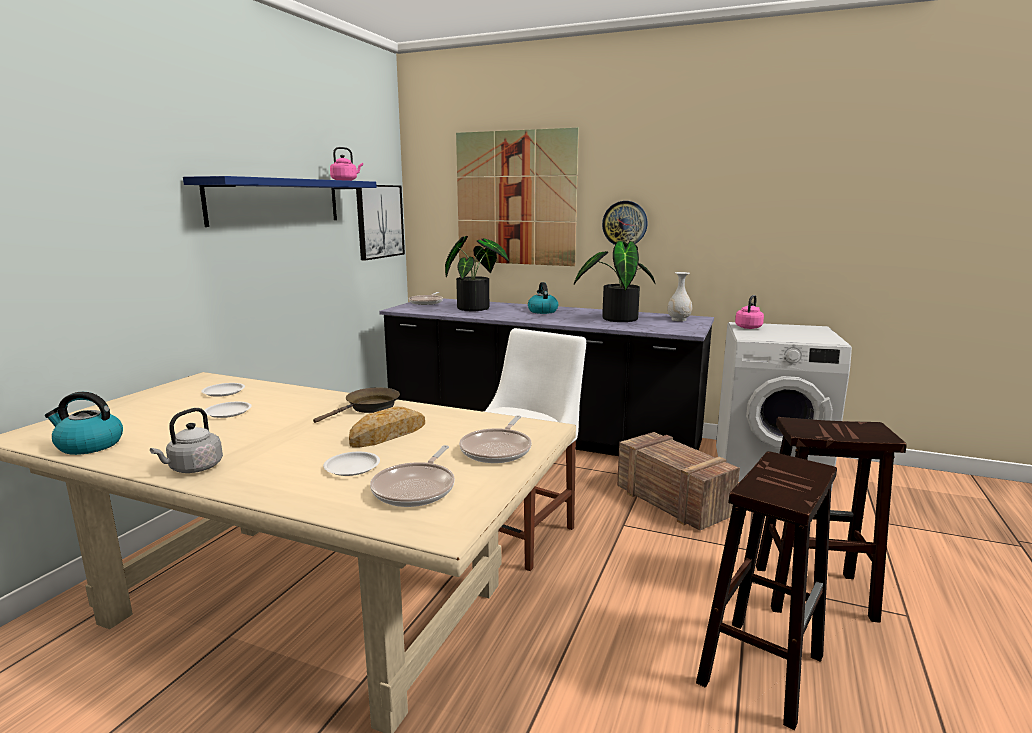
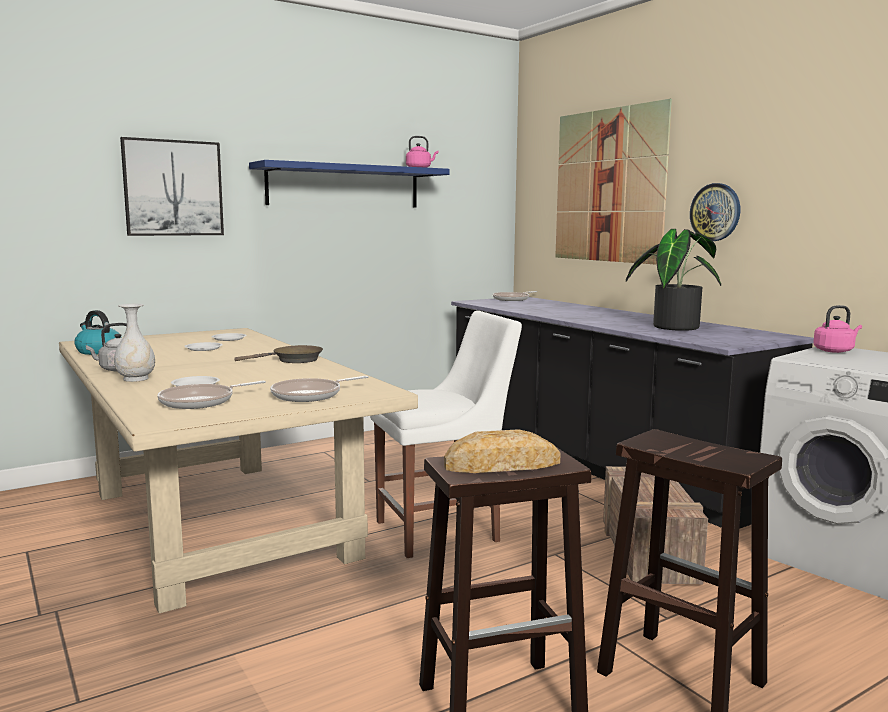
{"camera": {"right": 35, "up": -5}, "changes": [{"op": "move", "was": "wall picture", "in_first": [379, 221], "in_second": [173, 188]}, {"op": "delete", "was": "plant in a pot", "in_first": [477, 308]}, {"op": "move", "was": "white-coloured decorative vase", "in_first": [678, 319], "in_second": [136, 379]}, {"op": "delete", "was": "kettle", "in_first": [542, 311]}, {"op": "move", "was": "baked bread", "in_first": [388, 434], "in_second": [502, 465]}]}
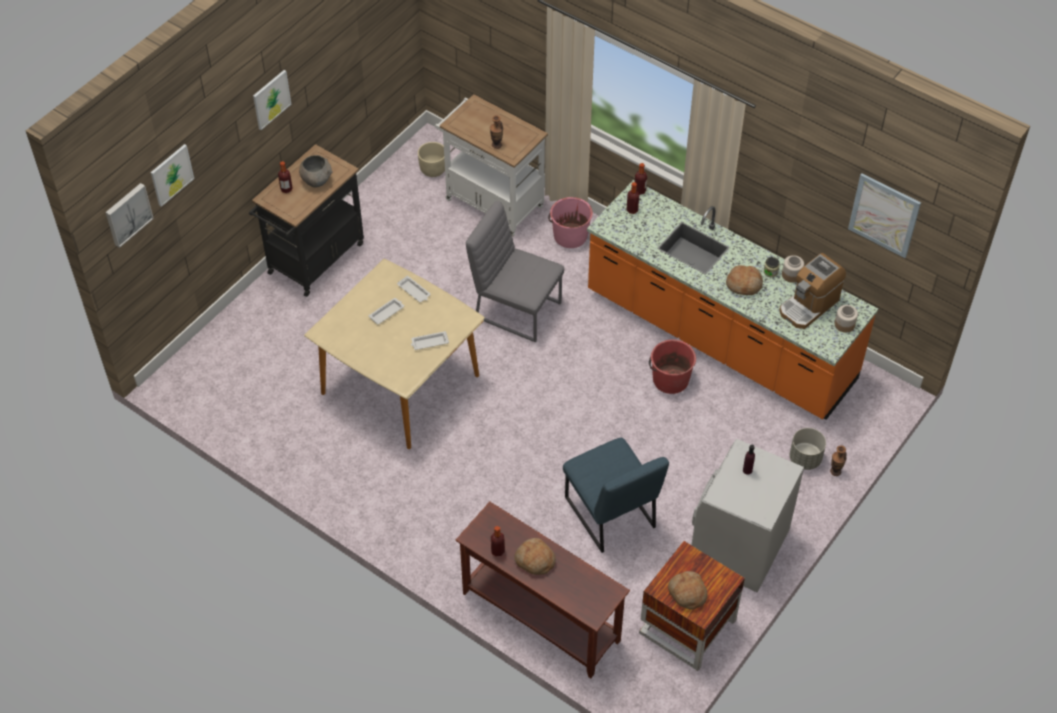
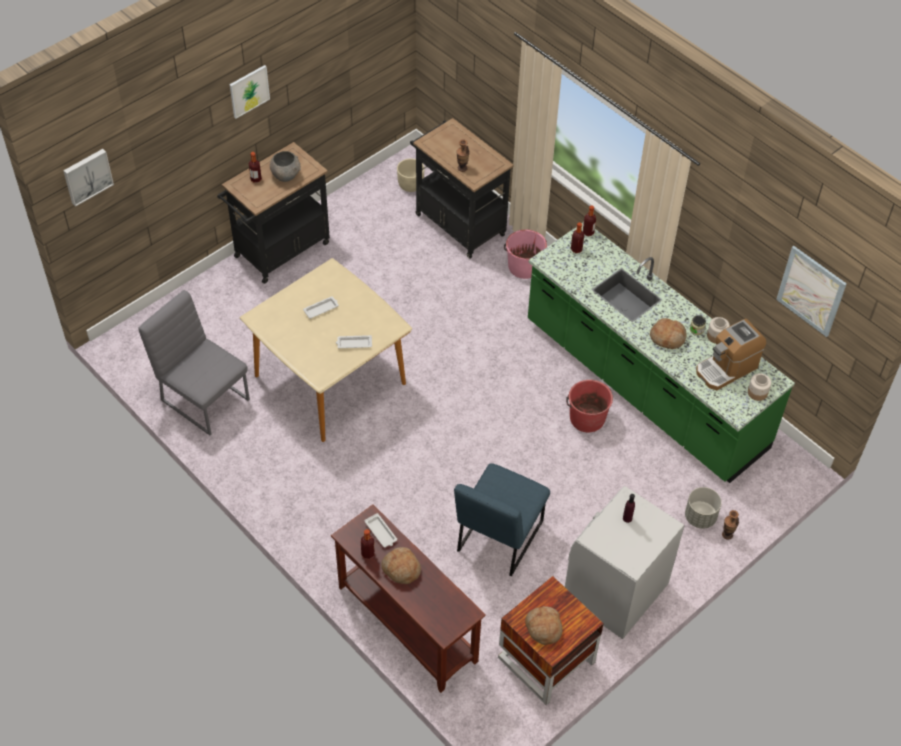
{"camera": {"right": 10, "up": 0}, "changes": [{"op": "recolor", "was": "white-coloured trolley", "now": "blackish trolley", "in_first": [492, 202], "in_second": [458, 224]}, {"op": "delete", "was": "wall picture", "in_first": [171, 174]}, {"op": "recolor", "was": "orange kitchen base unit", "now": "green kitchen base unit", "in_first": [719, 337], "in_second": [644, 386]}, {"op": "move", "was": "greyish upright chair", "in_first": [516, 308], "in_second": [203, 398]}, {"op": "move", "was": "white-coloured tray", "in_first": [414, 291], "in_second": [381, 532]}, {"op": "rotate", "was": "blue-coloured upright chair", "in_first": [610, 514], "in_second": [498, 537], "clockwise": 45}]}
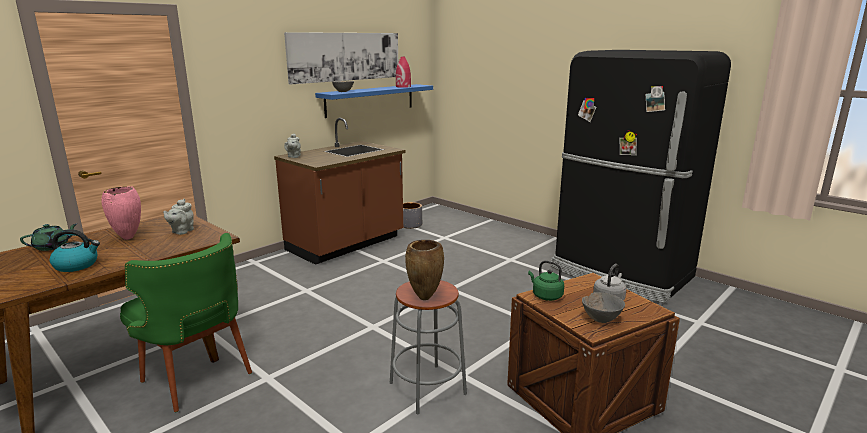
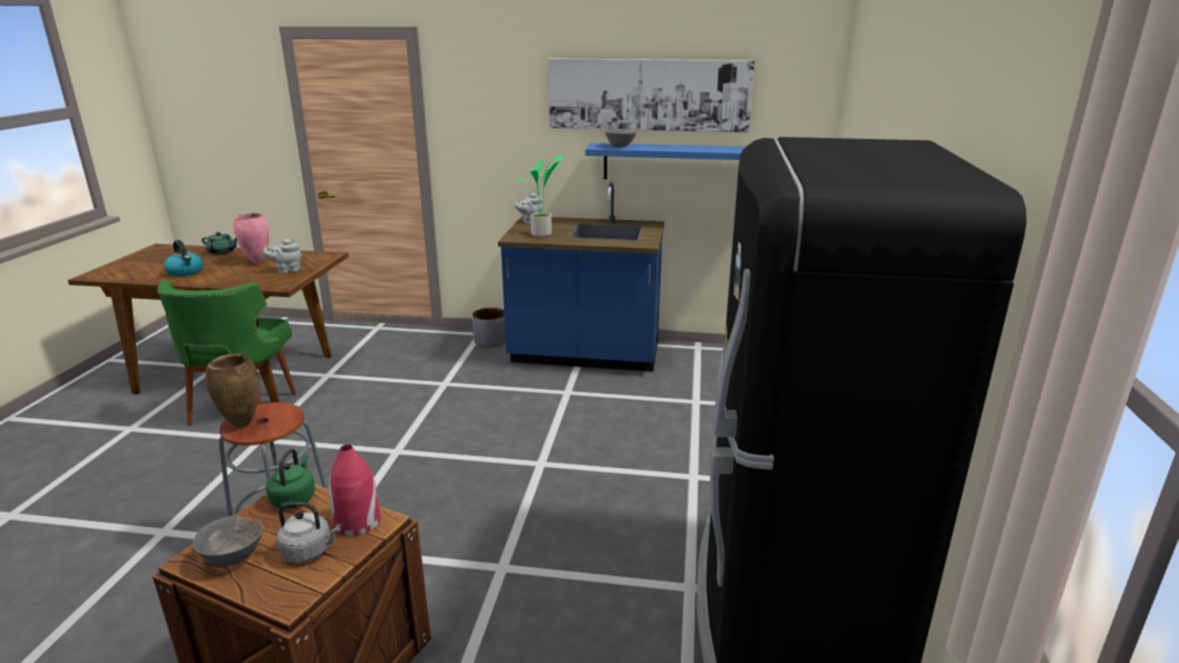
{"camera": {"right": 55, "up": 5}, "changes": [{"op": "move", "was": "red decorative vase", "in_first": [403, 86], "in_second": [357, 522]}, {"op": "recolor", "was": "brown-coloured kitchen base unit", "now": "blue-coloured kitchen base unit", "in_first": [346, 244], "in_second": [585, 354]}, {"op": "move", "was": "greyish planter", "in_first": [410, 225], "in_second": [491, 341]}, {"op": "insert", "now": "plant in a pot", "in_second": [542, 234]}]}
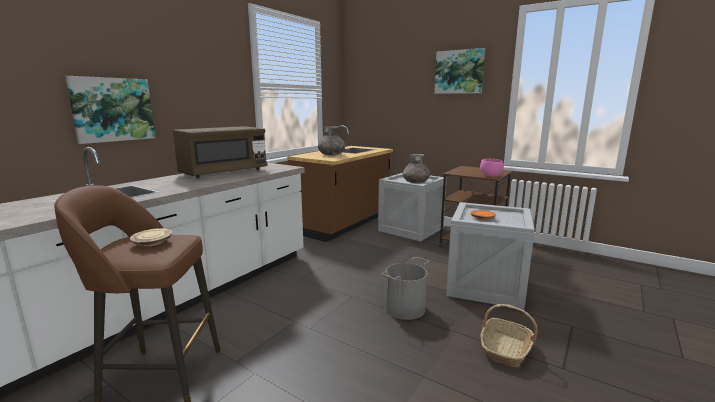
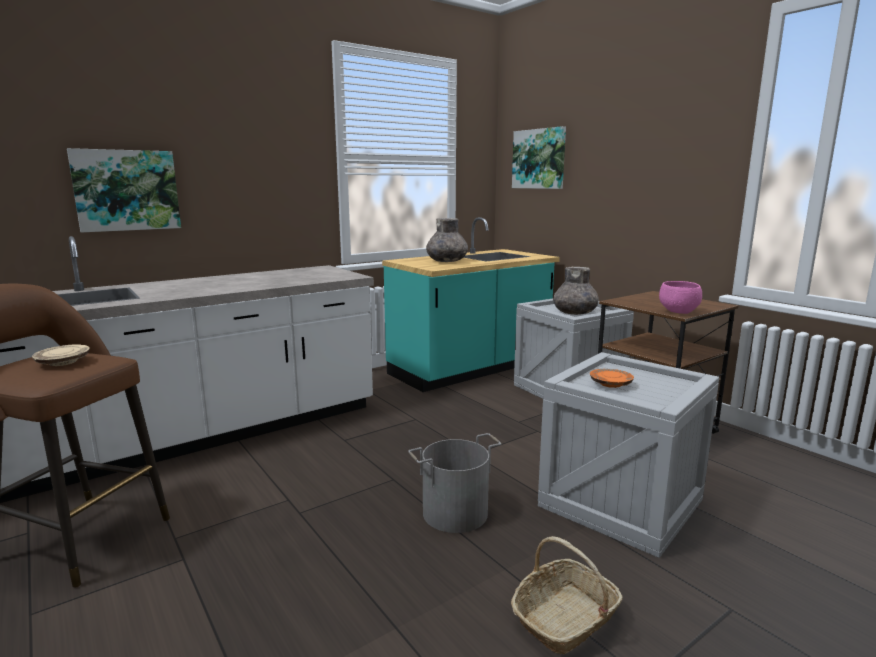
{"camera": {"right": 20, "up": 0}, "changes": [{"op": "move", "was": "wall picture", "in_first": [459, 72], "in_second": [539, 159]}, {"op": "recolor", "was": "brown-coloured kitchen base unit", "now": "blue-green kitchen base unit", "in_first": [344, 224], "in_second": [471, 369]}, {"op": "delete", "was": "brown-coloured kitchen microwave", "in_first": [224, 172]}]}
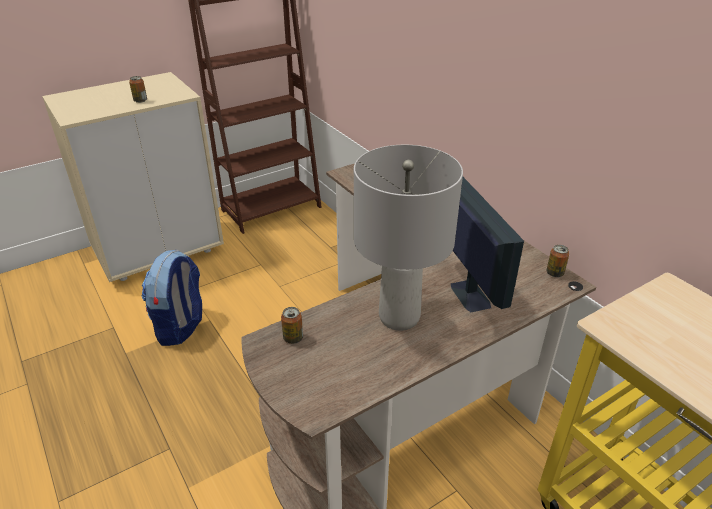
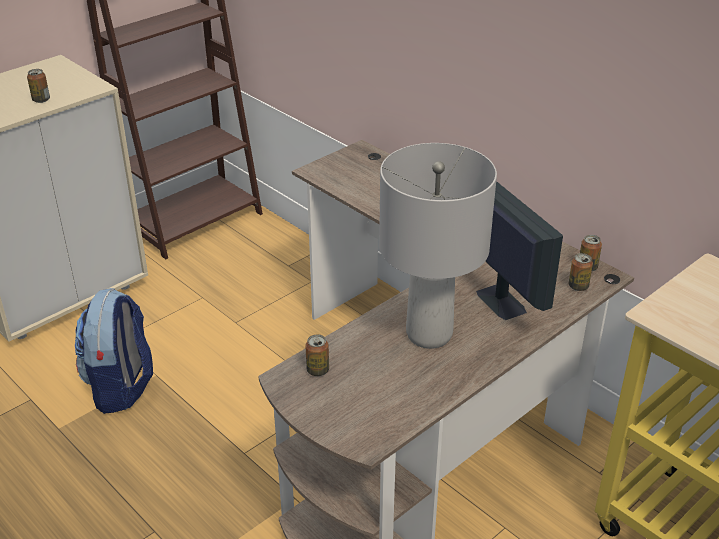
{"camera": {"right": -10, "up": 0}, "changes": [{"op": "insert", "now": "sealed can", "in_second": [578, 286]}]}
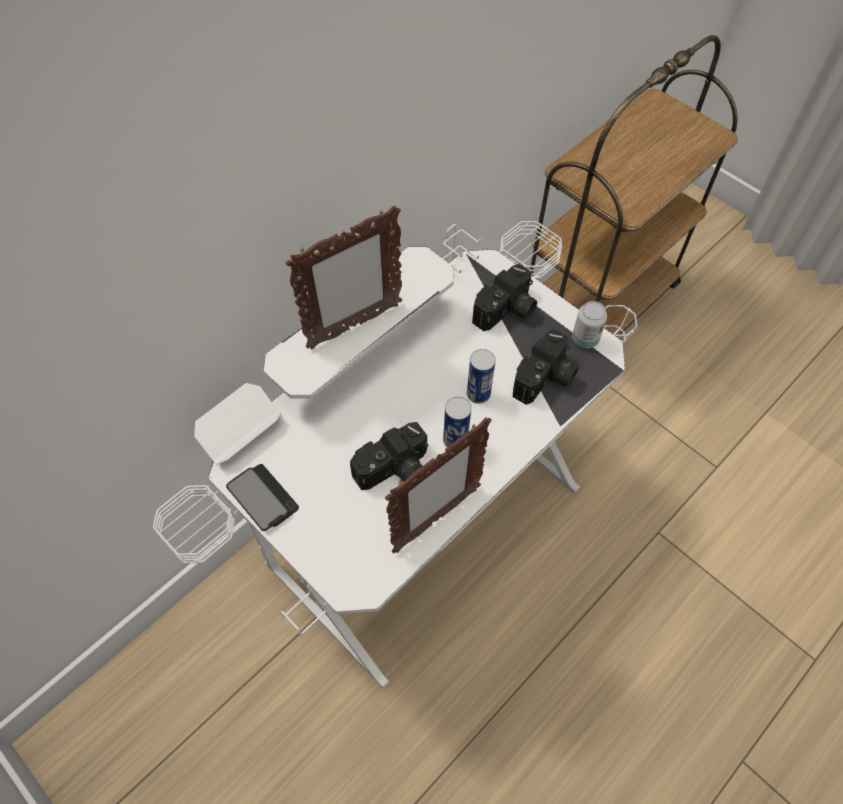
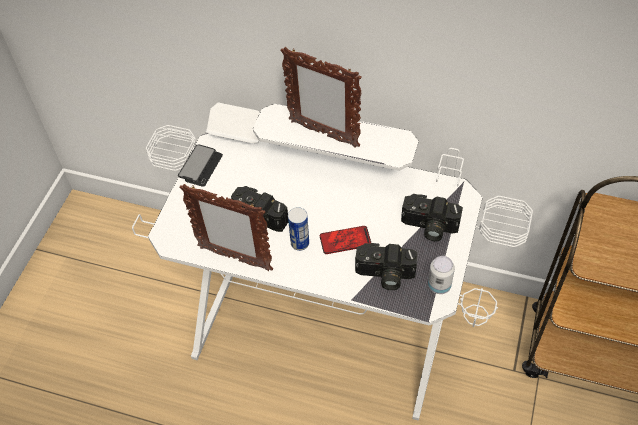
{"camera": {"right": 65, "up": -5}, "changes": [{"op": "replace", "was": "sealed can", "now": "handset", "in_first": [478, 394], "in_second": [345, 240]}]}
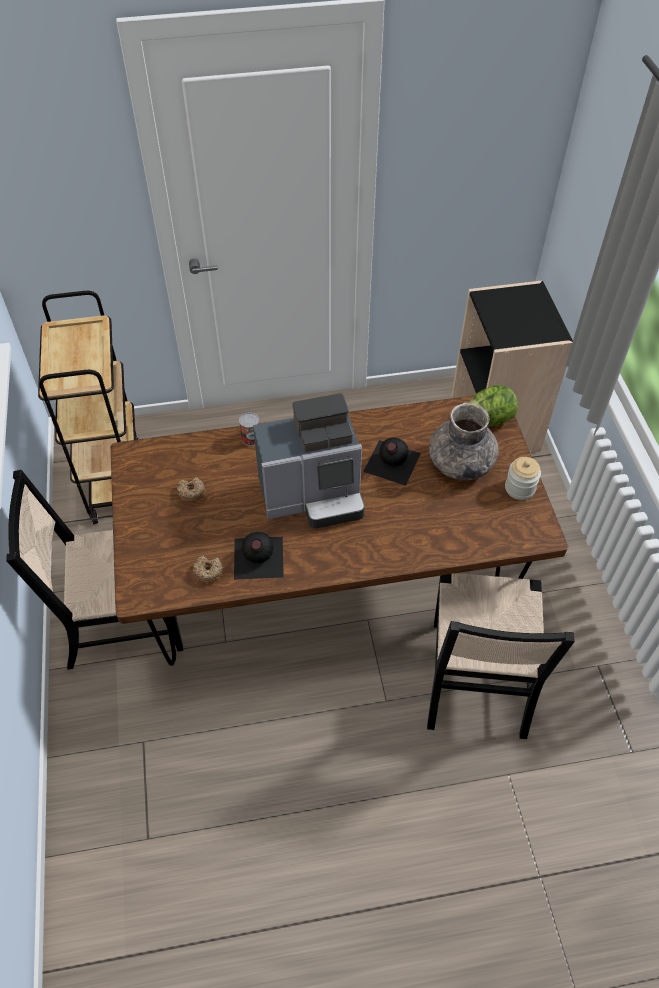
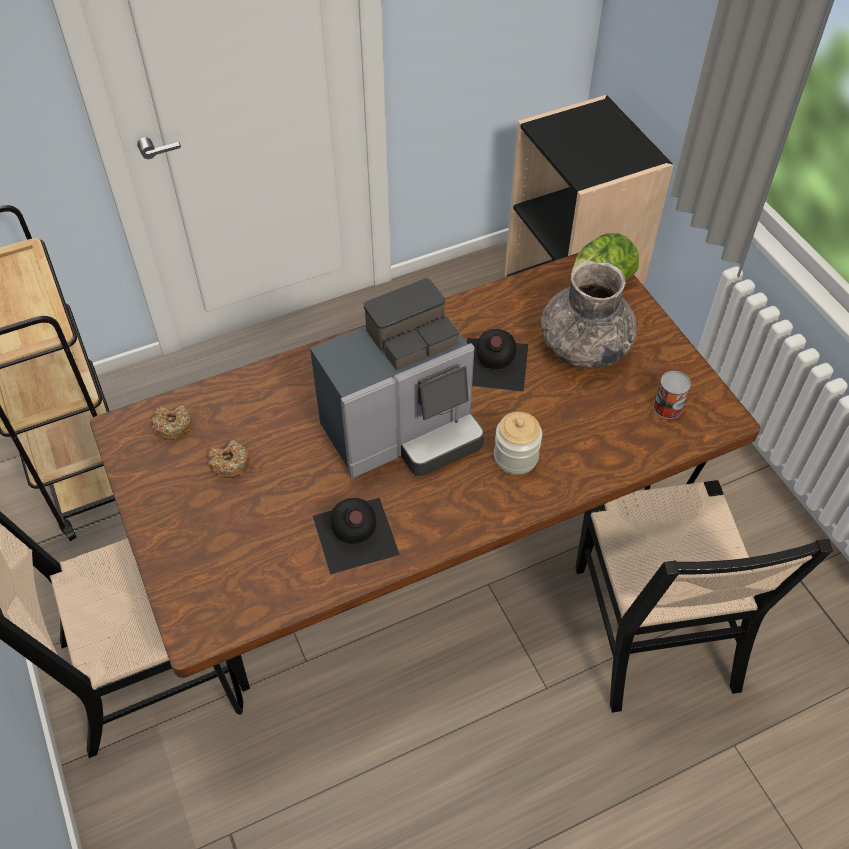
{"camera": {"right": -15, "up": 0}, "changes": [{"op": "move", "was": "sealed can", "in_first": [250, 438], "in_second": [667, 407]}, {"op": "move", "was": "jar", "in_first": [520, 488], "in_second": [516, 457]}, {"op": "move", "was": "donut", "in_first": [208, 572], "in_second": [173, 426]}]}
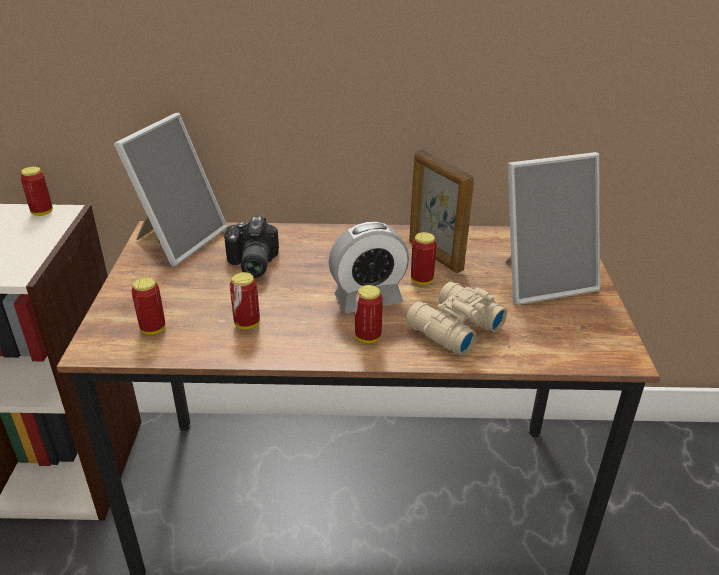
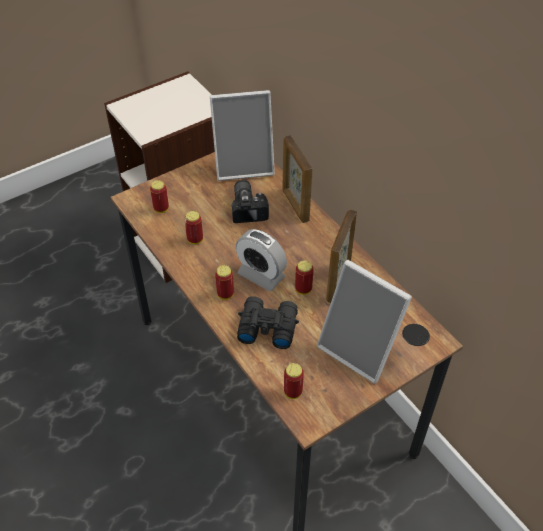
{"camera": {"right": 55, "up": 15}, "changes": [{"op": "move", "was": "sealed can", "in_first": [42, 212], "in_second": [293, 392]}, {"op": "rotate", "was": "photo camera", "in_first": [250, 264], "in_second": [249, 207], "clockwise": 120}, {"op": "recolor", "was": "beige binoculars", "now": "blackish binoculars", "in_first": [452, 328], "in_second": [266, 326]}, {"op": "insert", "now": "standing frame", "in_second": [295, 205]}]}
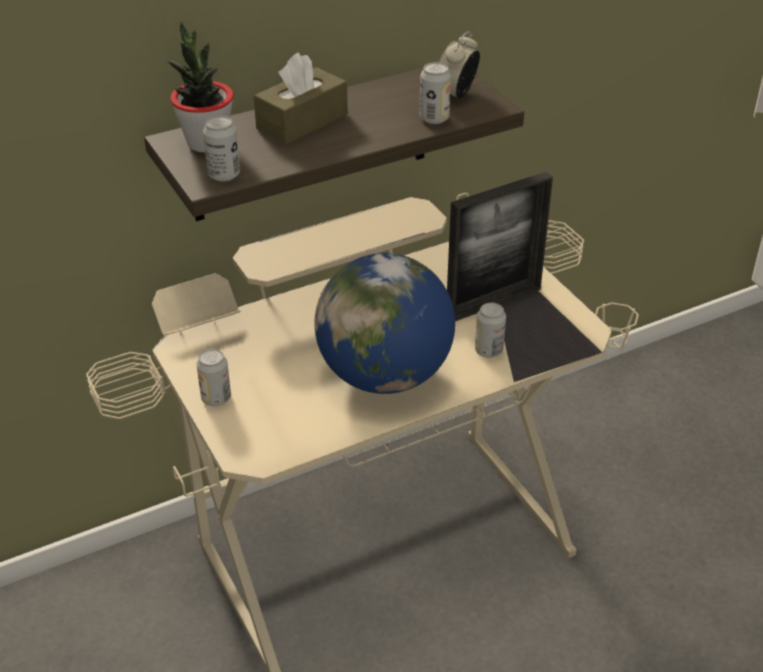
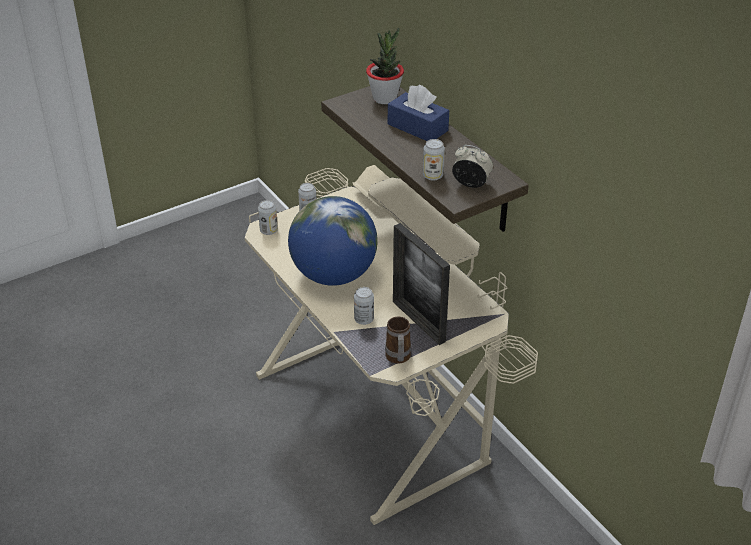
{"camera": {"right": 85, "up": 0}, "changes": [{"op": "recolor", "was": "brown-coloured tissue box", "now": "blue-coloured tissue box", "in_first": [302, 121], "in_second": [417, 127]}, {"op": "move", "was": "sealed can", "in_first": [224, 175], "in_second": [268, 231]}, {"op": "insert", "now": "tea mug", "in_second": [398, 359]}]}
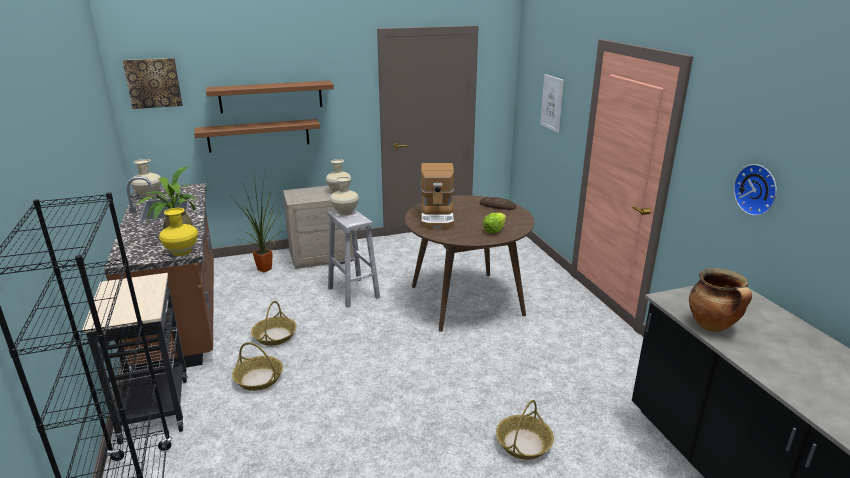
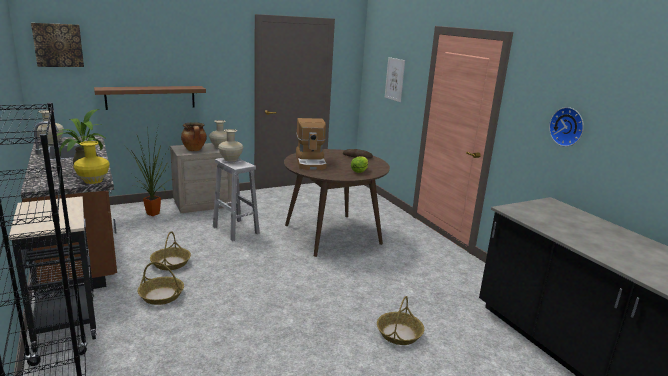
{"camera": {"right": -10, "up": -5}, "changes": [{"op": "delete", "was": "brown-coloured shelf", "in_first": [271, 96]}, {"op": "move", "was": "cooking pot", "in_first": [713, 326], "in_second": [194, 150]}]}
